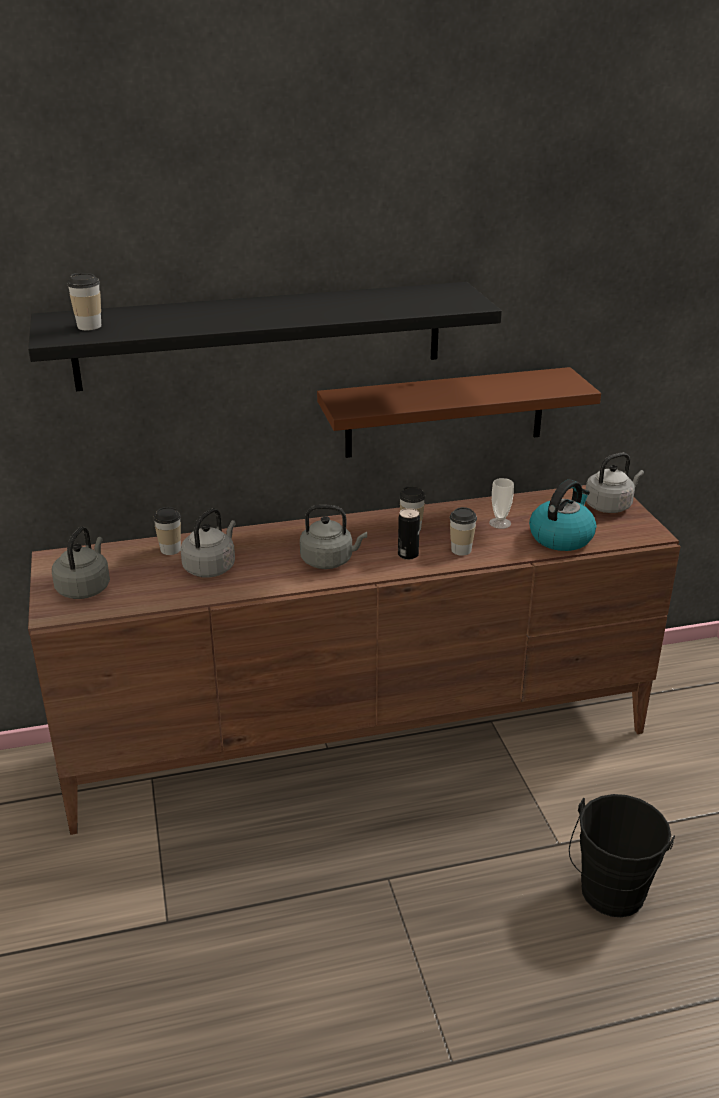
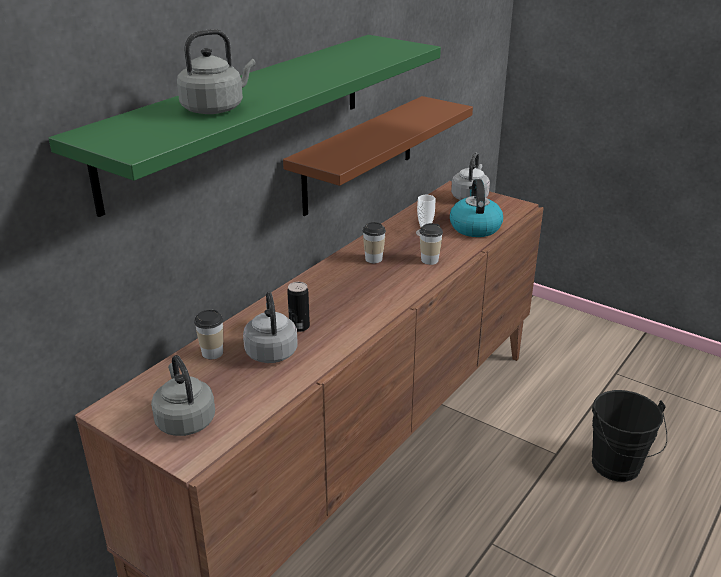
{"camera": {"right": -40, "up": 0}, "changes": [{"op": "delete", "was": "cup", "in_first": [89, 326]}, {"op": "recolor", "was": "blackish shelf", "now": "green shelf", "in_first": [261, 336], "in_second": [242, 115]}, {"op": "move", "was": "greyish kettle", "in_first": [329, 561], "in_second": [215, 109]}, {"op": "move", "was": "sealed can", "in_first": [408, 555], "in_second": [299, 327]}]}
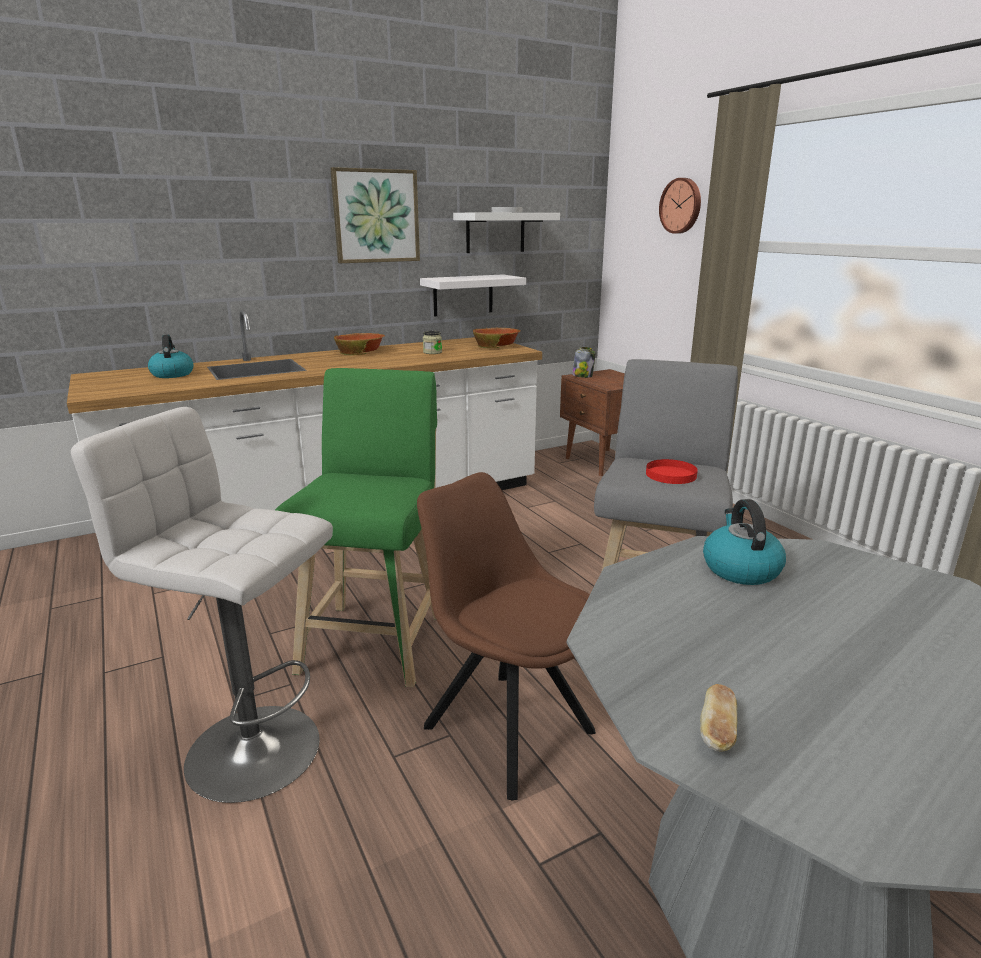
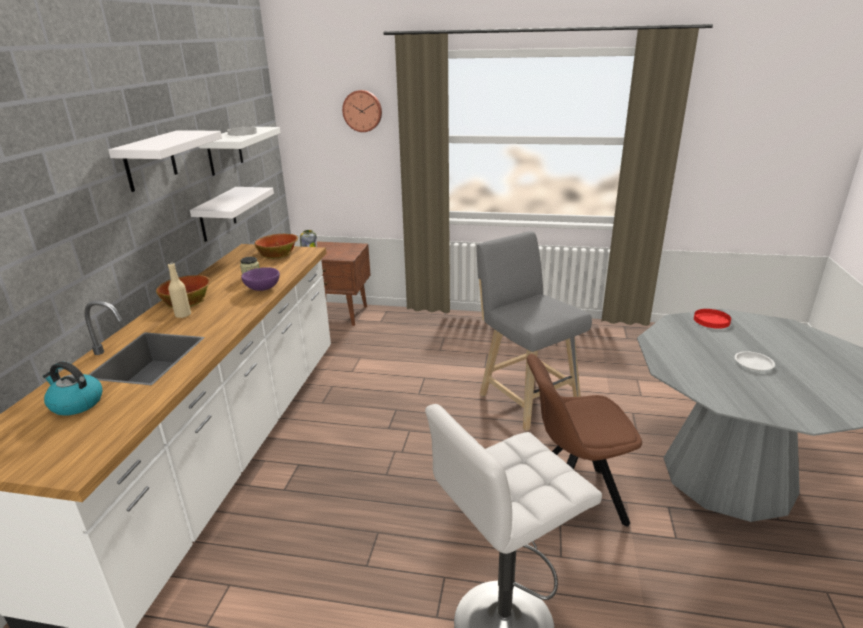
{"camera": {"right": -50, "up": 5}, "changes": [{"op": "replace", "was": "wall picture", "now": "white-coloured shelf", "in_first": [376, 216], "in_second": [150, 161]}, {"op": "delete", "was": "green stool seat", "in_first": [376, 638]}, {"op": "move", "was": "red dinner plate", "in_first": [671, 475], "in_second": [711, 320]}, {"op": "delete", "was": "kettle", "in_first": [740, 569]}, {"op": "delete", "was": "baked bread", "in_first": [717, 731]}, {"op": "insert", "now": "beige drink bottle", "in_second": [183, 315]}, {"op": "insert", "now": "purplish deep dish", "in_second": [263, 288]}, {"op": "insert", "now": "white-coloured dinner plate", "in_second": [754, 363]}]}
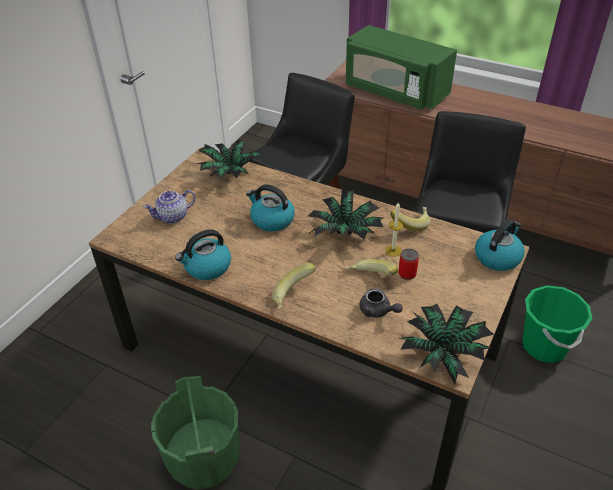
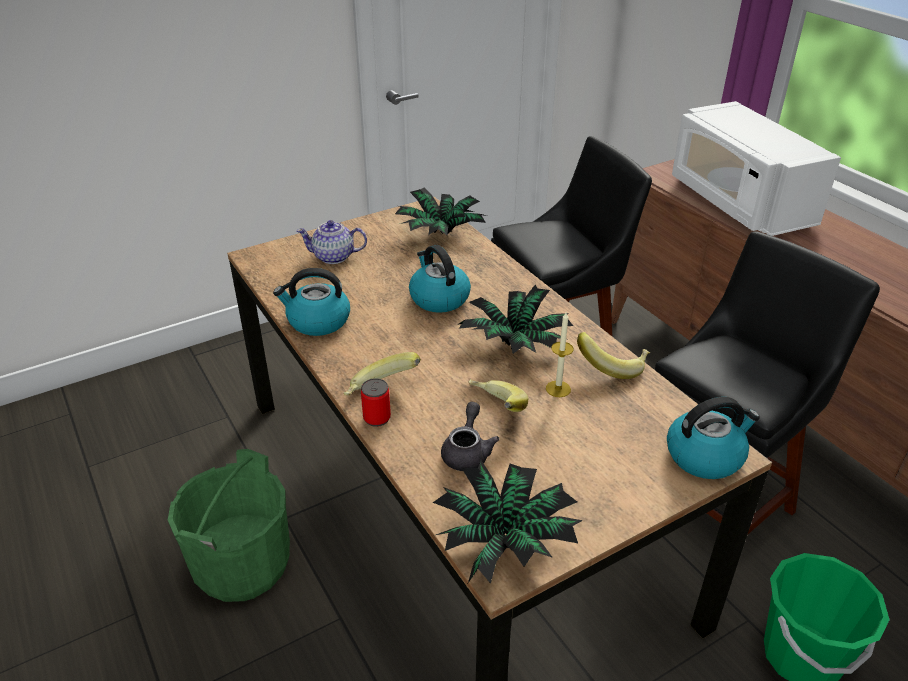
{"camera": {"right": 30, "up": -5}, "changes": [{"op": "recolor", "was": "green kitchen microwave", "now": "white-coloured kitchen microwave", "in_first": [395, 92], "in_second": [738, 203]}, {"op": "move", "was": "sealed can", "in_first": [407, 274], "in_second": [377, 418]}, {"op": "rotate", "was": "greyish pot for tea", "in_first": [378, 311], "in_second": [467, 452], "clockwise": -150}]}
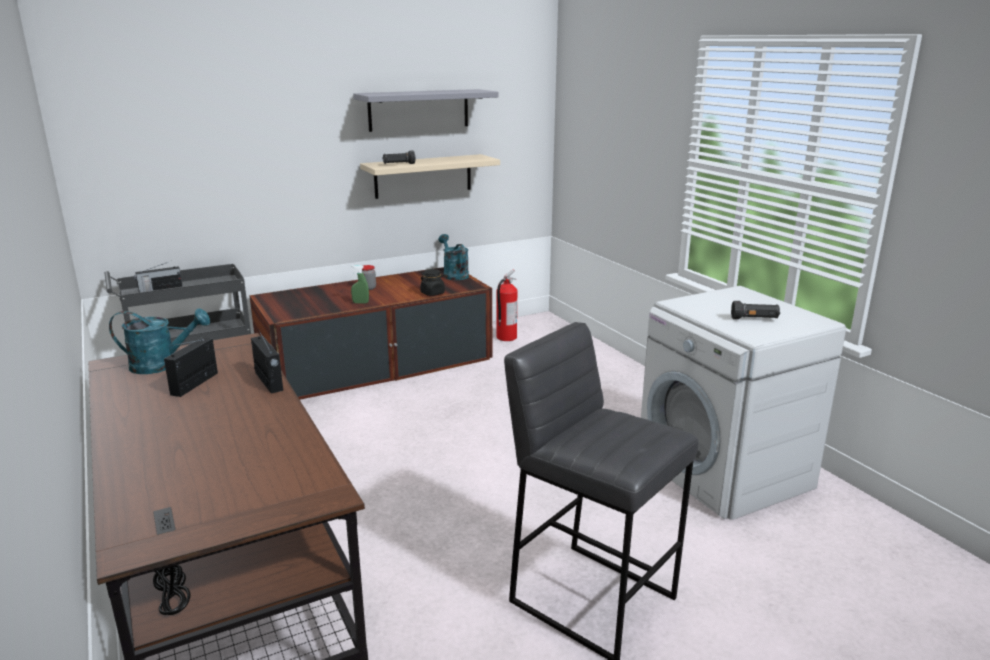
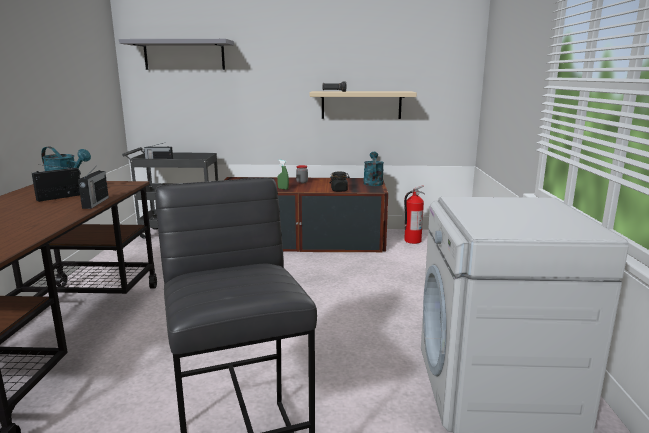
{"camera": {"right": 30, "up": -5}, "changes": [{"op": "move", "was": "greyish shelf", "in_first": [419, 110], "in_second": [184, 55]}, {"op": "delete", "was": "blackish hand torch", "in_first": [754, 319]}]}
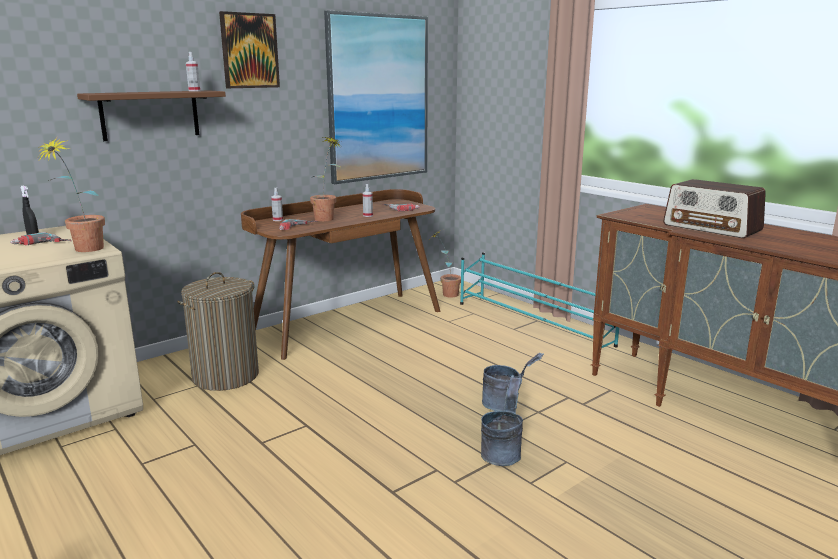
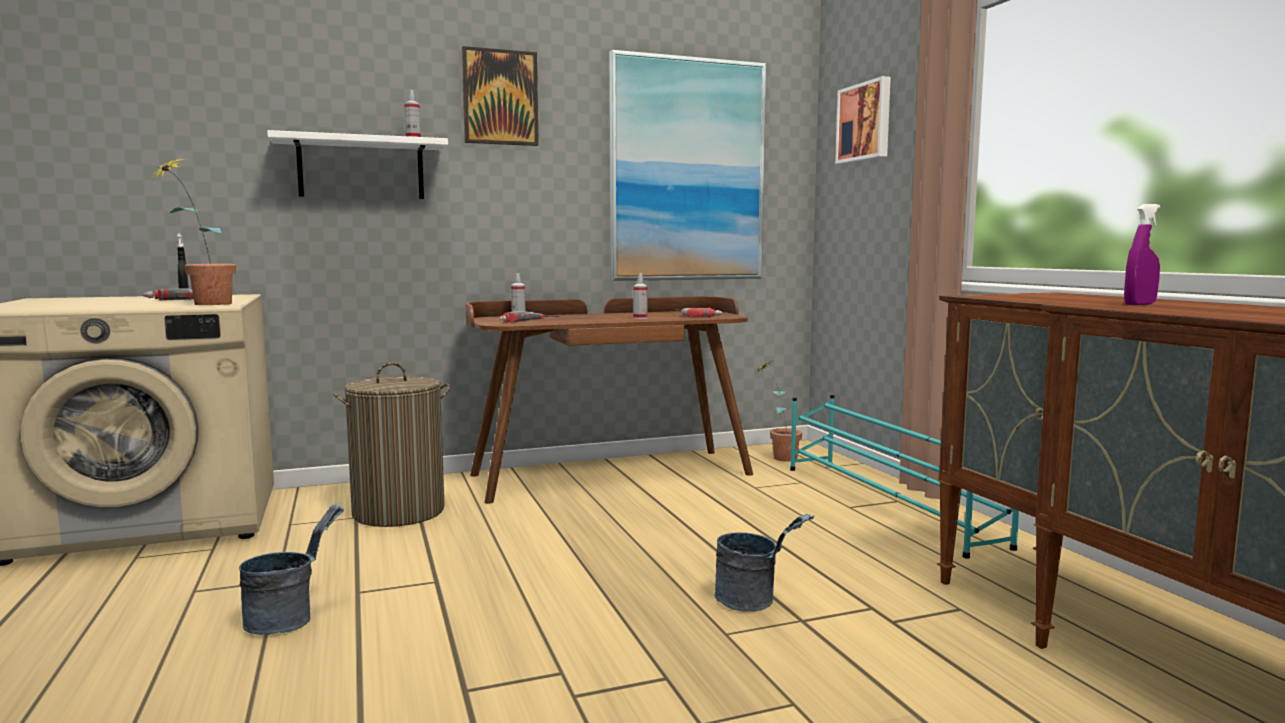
{"camera": {"right": 20, "up": -10}, "changes": [{"op": "recolor", "was": "brown-coloured shelf", "now": "white-coloured shelf", "in_first": [150, 115], "in_second": [361, 169]}, {"op": "delete", "was": "plant in a pot", "in_first": [328, 218]}, {"op": "replace", "was": "radio receiver", "now": "purplish spray bottle", "in_first": [712, 228], "in_second": [1139, 304]}, {"op": "move", "was": "greyish bucket", "in_first": [502, 452], "in_second": [290, 618]}, {"op": "insert", "now": "wall picture", "in_second": [865, 122]}]}
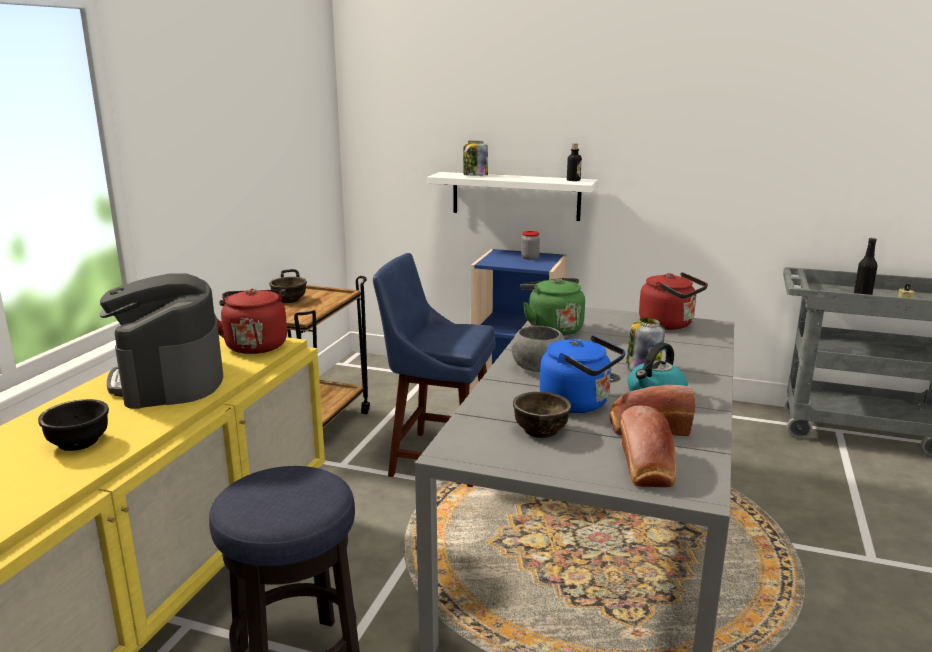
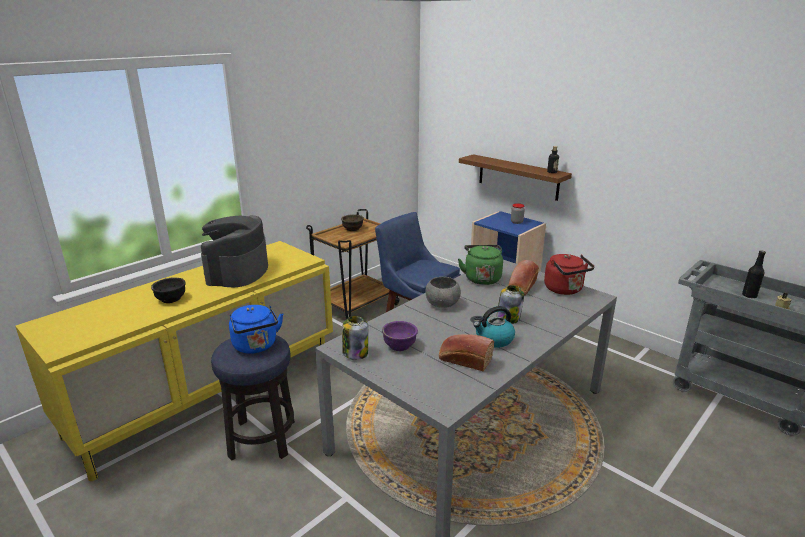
{"camera": {"right": 25, "up": 5}, "changes": [{"op": "move", "was": "jar", "in_first": [475, 175], "in_second": [355, 353]}, {"op": "recolor", "was": "white-coloured shelf", "now": "brown-coloured shelf", "in_first": [515, 196], "in_second": [518, 177]}, {"op": "delete", "was": "red kettle", "in_first": [256, 345]}, {"op": "move", "was": "blue-coloured kettle", "in_first": [579, 404], "in_second": [256, 346]}, {"op": "recolor", "was": "brown-coloured deep dish", "now": "purplish deep dish", "in_first": [540, 430], "in_second": [399, 345]}, {"op": "move", "was": "baked bread", "in_first": [646, 467], "in_second": [521, 287]}]}
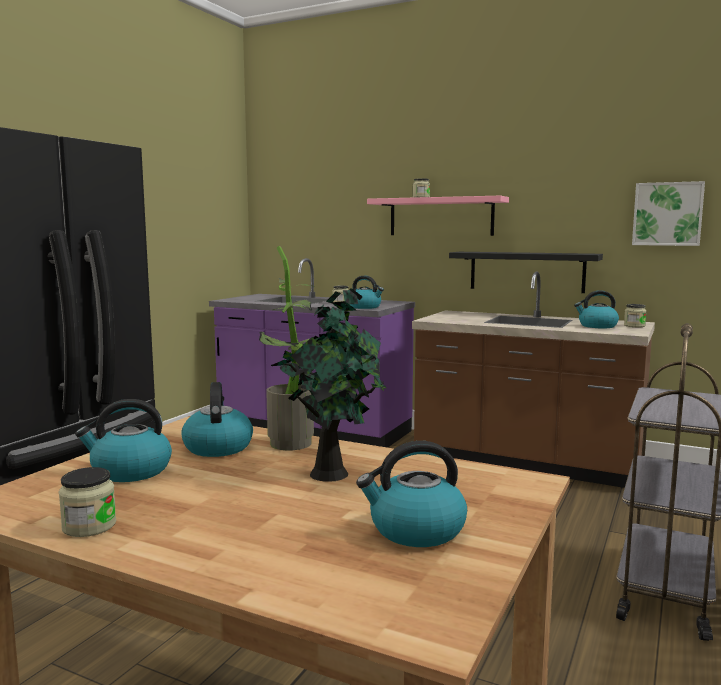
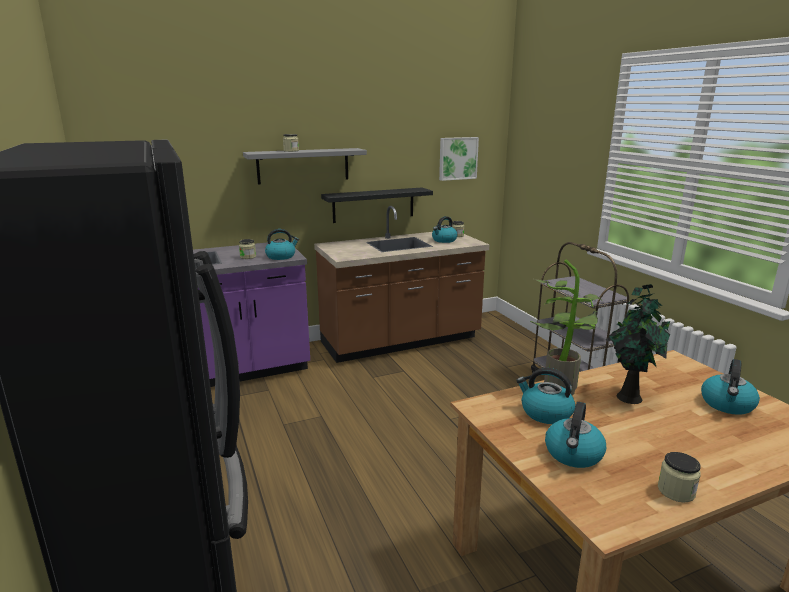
{"camera": {"right": -50, "up": 10}, "changes": [{"op": "recolor", "was": "pink shelf", "now": "greyish shelf", "in_first": [441, 217], "in_second": [303, 166]}]}
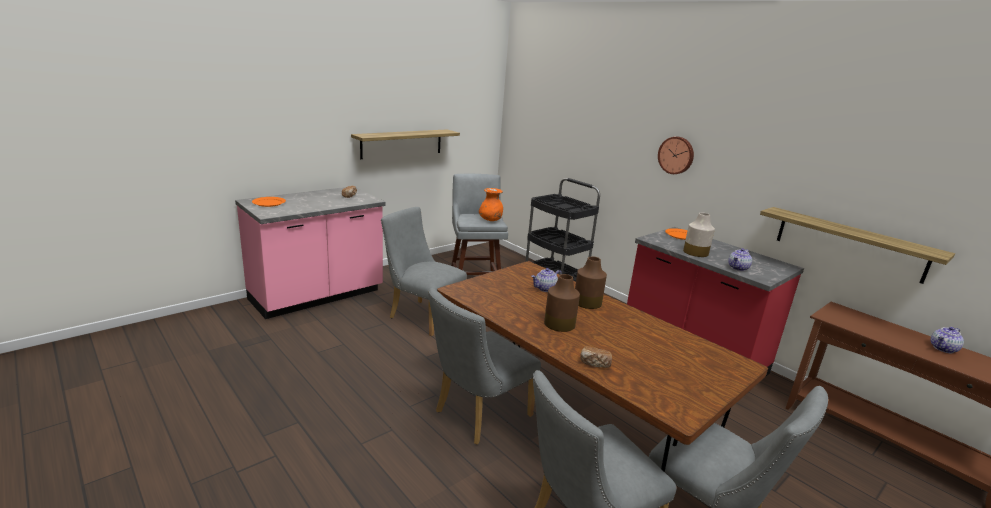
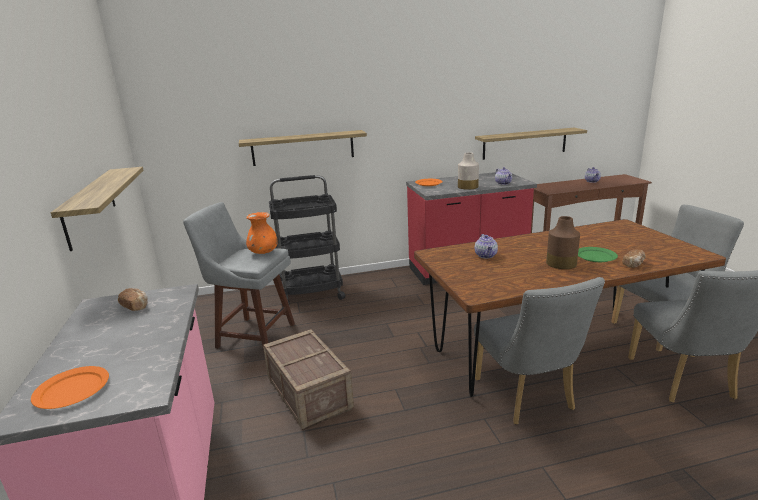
{"camera": {"right": -60, "up": 0}, "changes": [{"op": "delete", "was": "clock on the wall", "in_first": [676, 155]}, {"op": "replace", "was": "greyish upright chair", "now": "crate", "in_first": [421, 316], "in_second": [308, 394]}, {"op": "delete", "was": "brown-coloured decorative vase", "in_first": [587, 302]}, {"op": "insert", "now": "shelf", "in_second": [303, 148]}, {"op": "insert", "now": "green dinner plate", "in_second": [595, 256]}]}
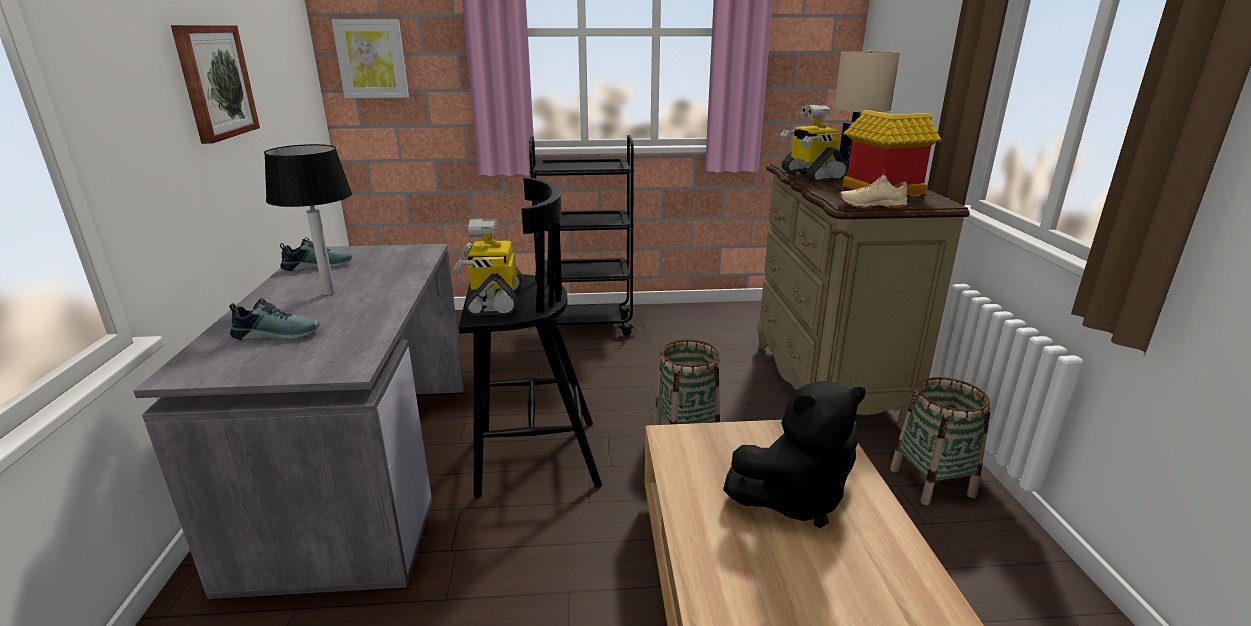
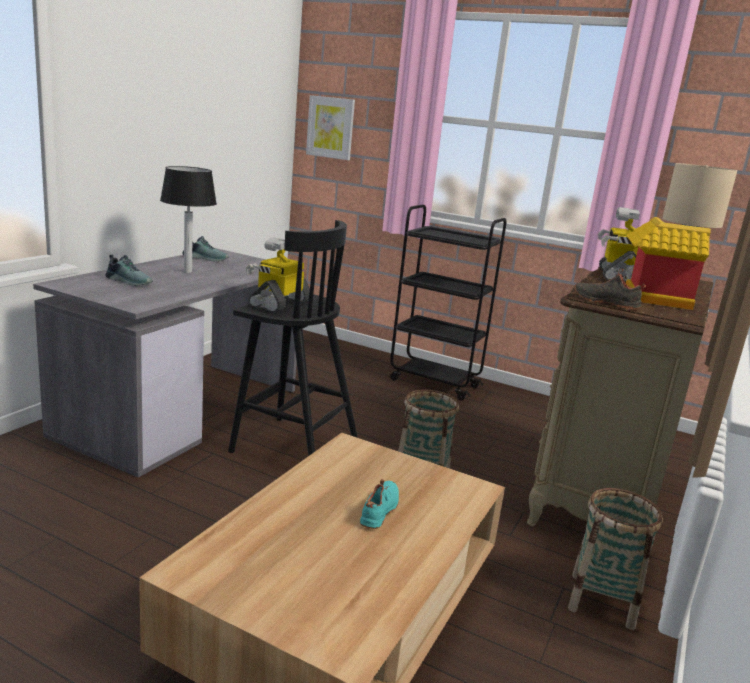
{"camera": {"right": 30, "up": -5}, "changes": [{"op": "delete", "was": "wall picture", "in_first": [214, 82]}, {"op": "recolor", "was": "beige shoe", "now": "blackish shoe", "in_first": [871, 205], "in_second": [606, 302]}, {"op": "replace", "was": "blackish soft toy", "now": "blue-green shoe", "in_first": [794, 499], "in_second": [381, 511]}]}
